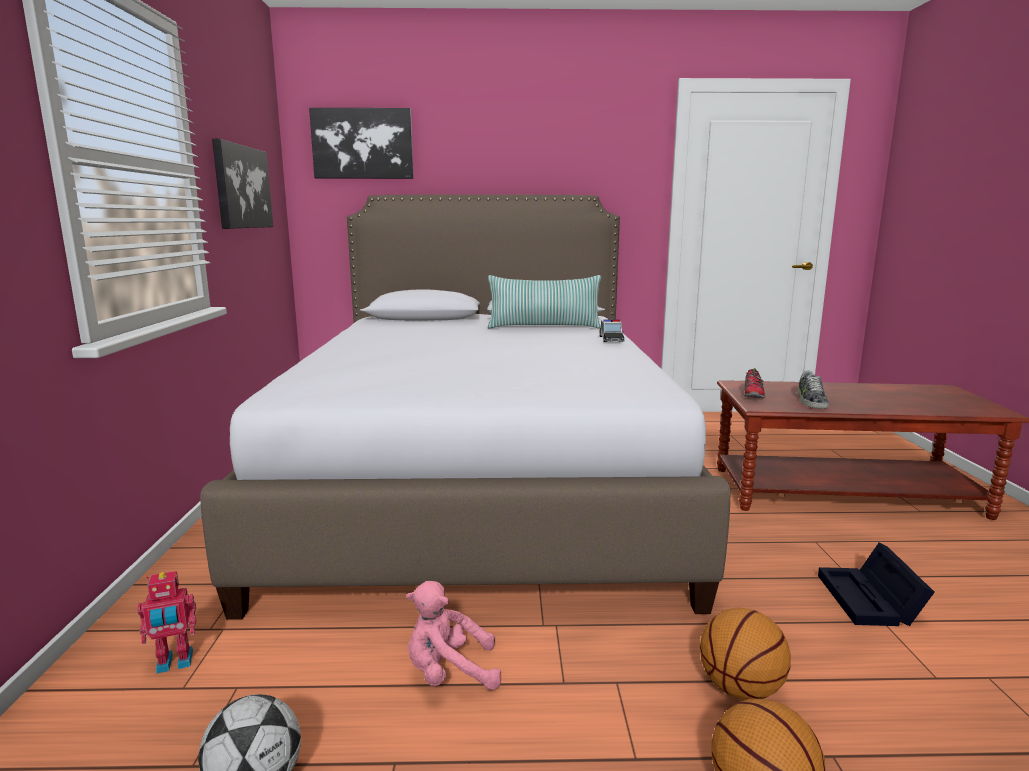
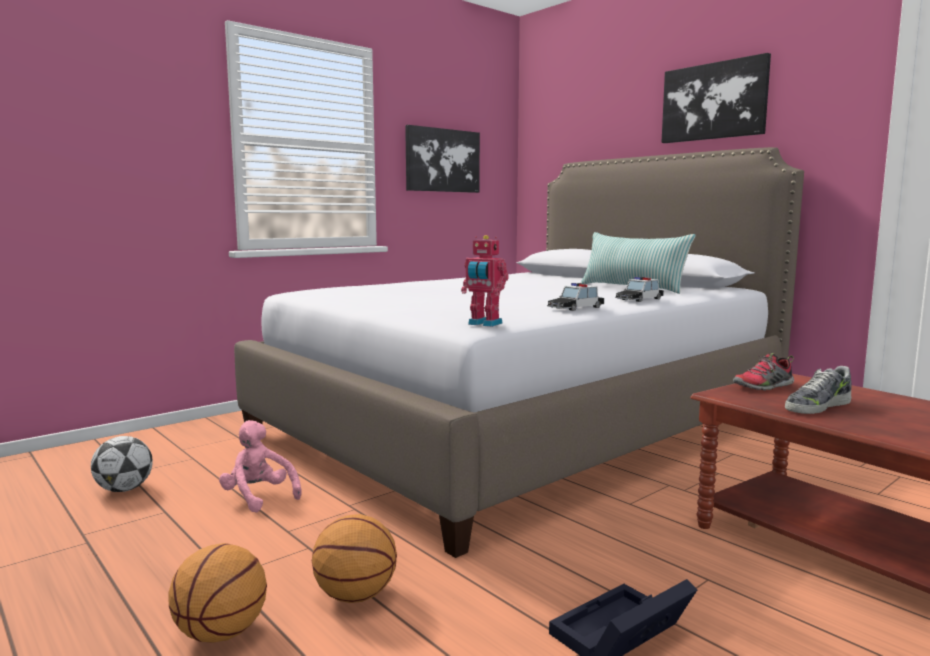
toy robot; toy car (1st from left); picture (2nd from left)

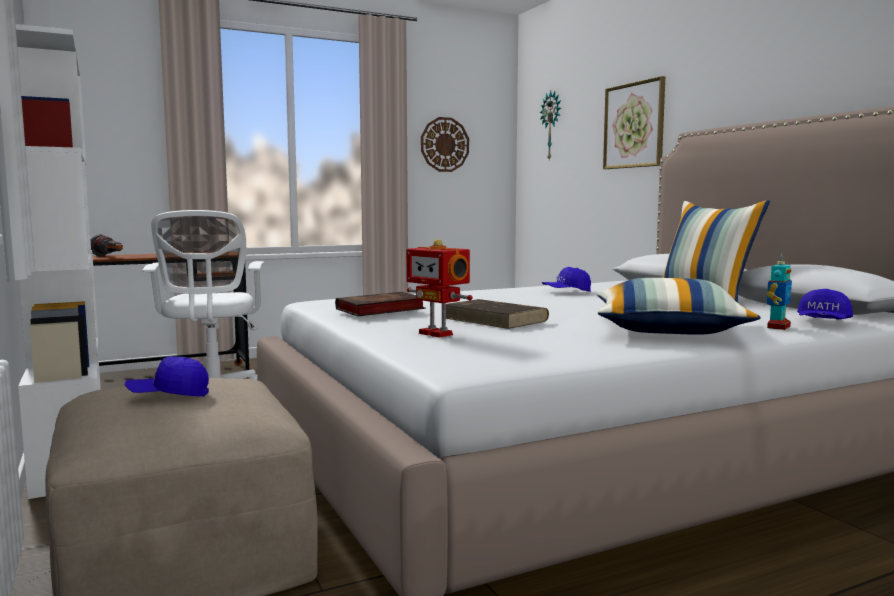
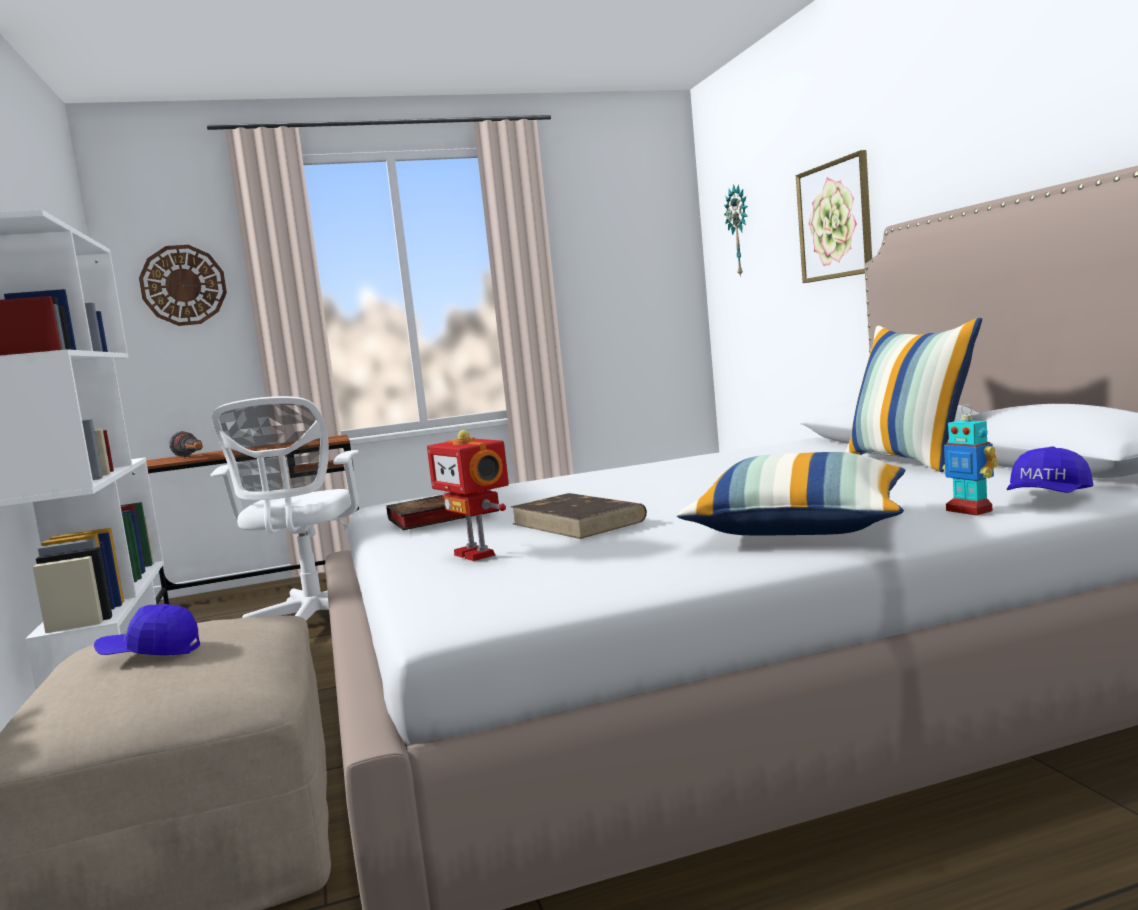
wall clock (1st from left); toy robot (2nd from left); cap (blue) (2nd from left in the first image)

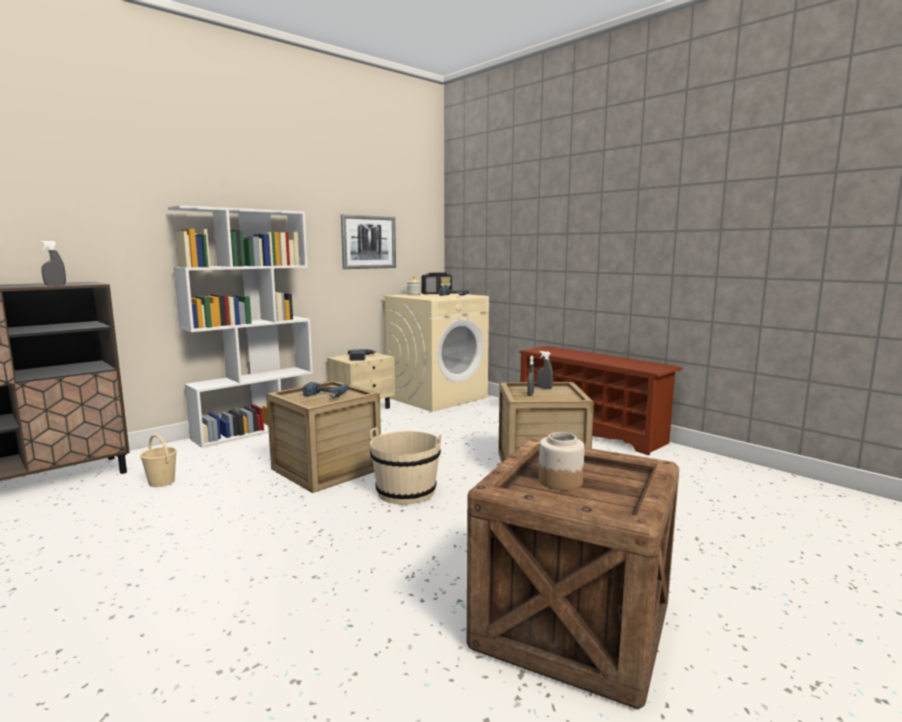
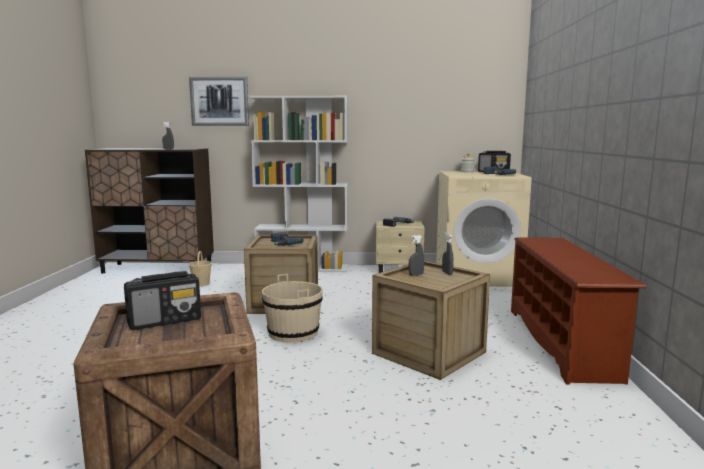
radio (1st from left); picture

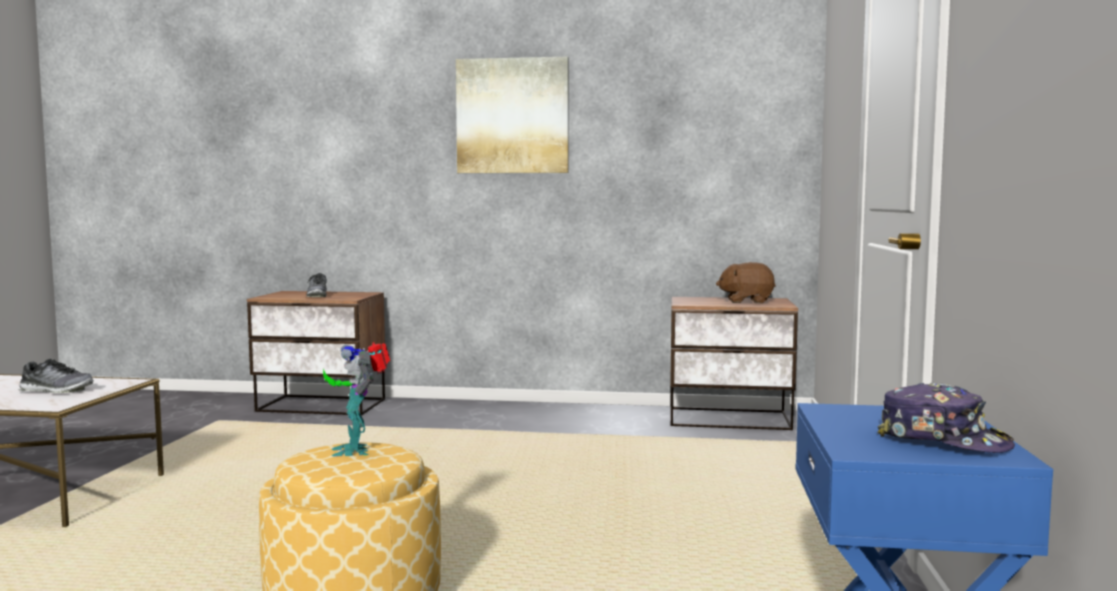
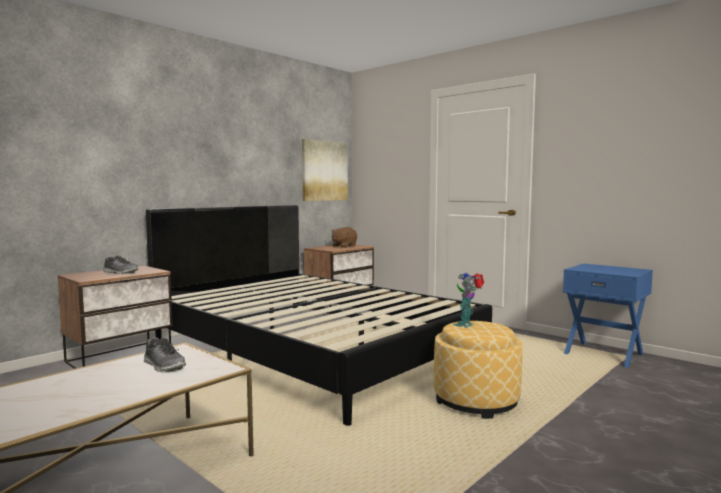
shoe (2nd from left); bed (black); picture; toy robot; cap

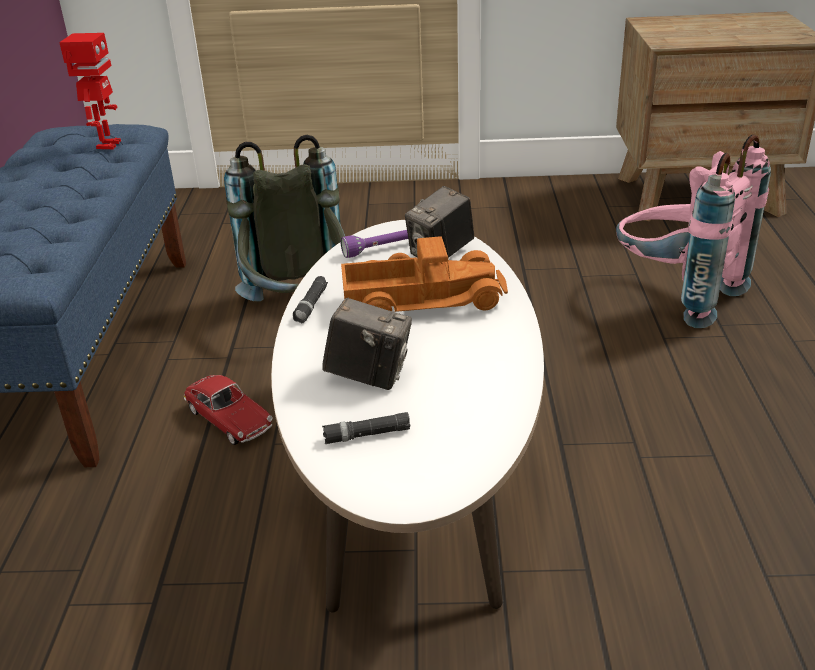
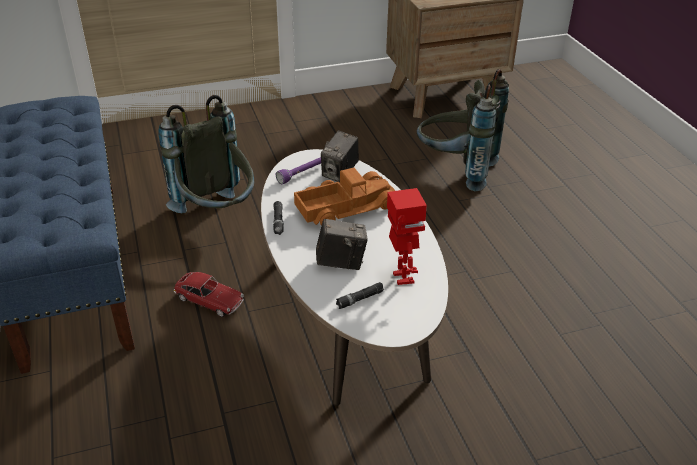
toy robot; backpack (grey) (2nd from left)

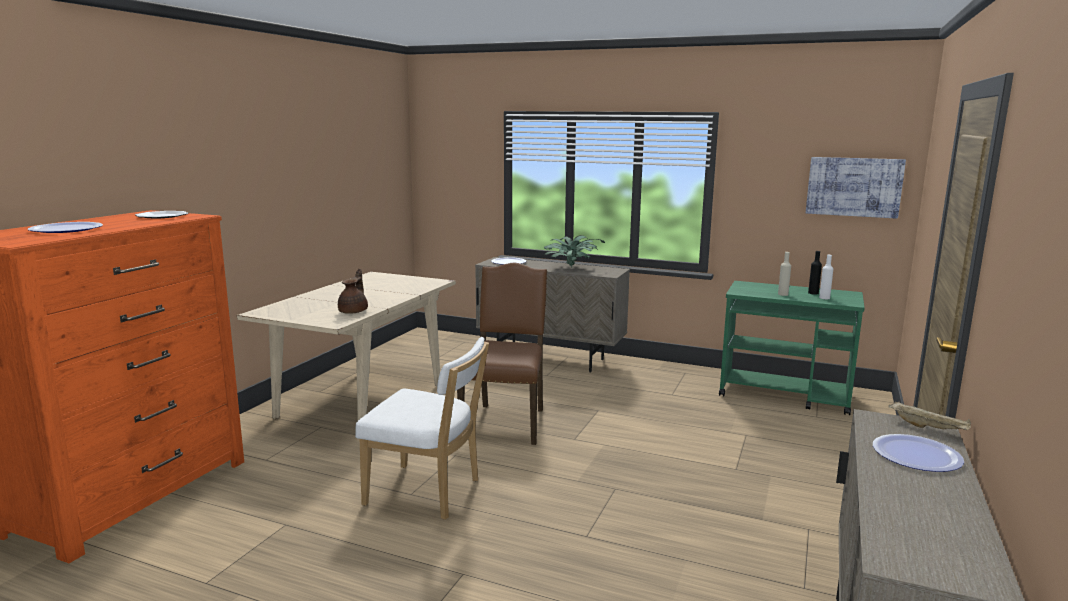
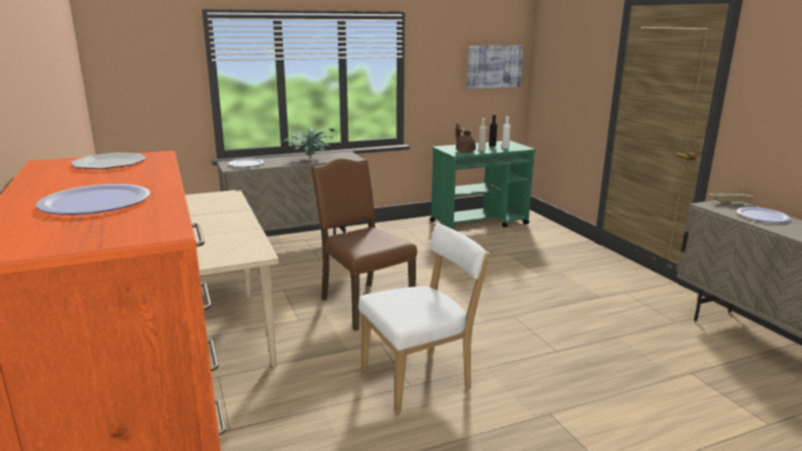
teapot (brown)

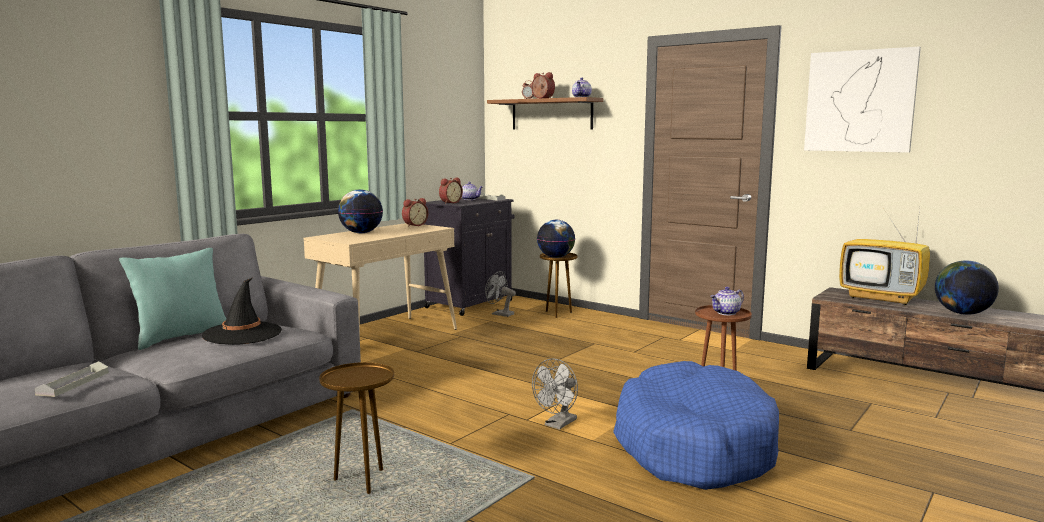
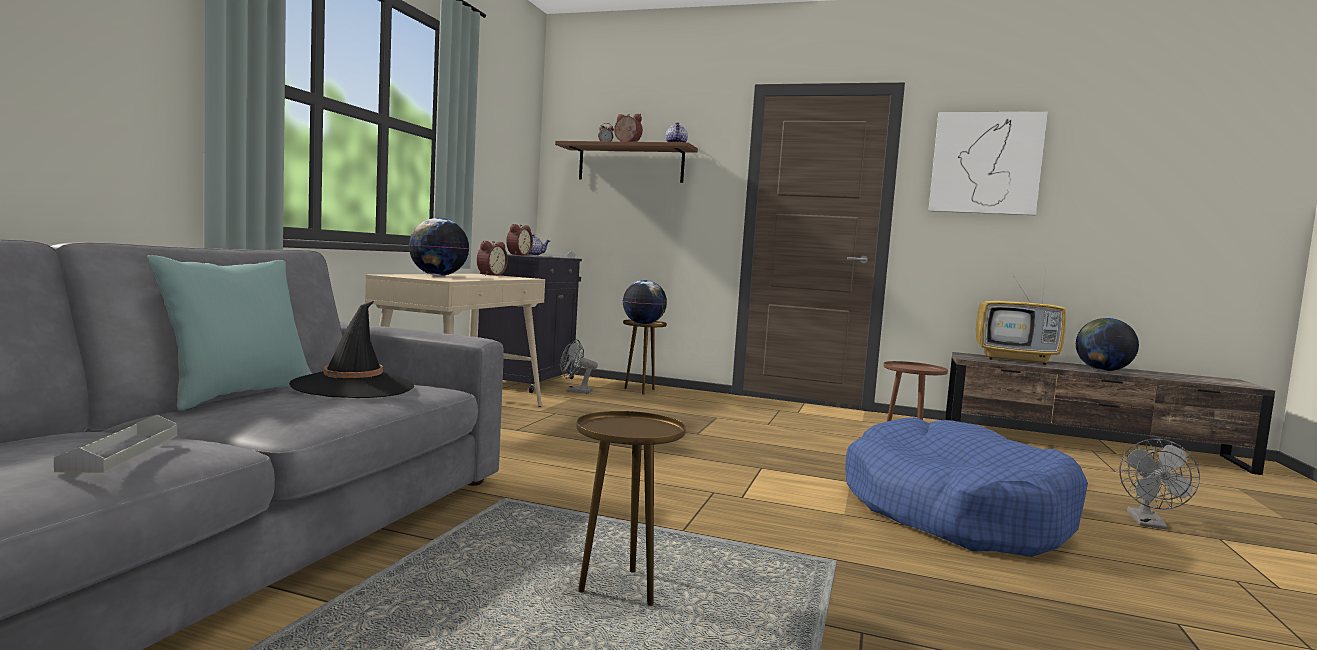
fan (grey) (2nd from left); teapot (3rd from left in the first image)

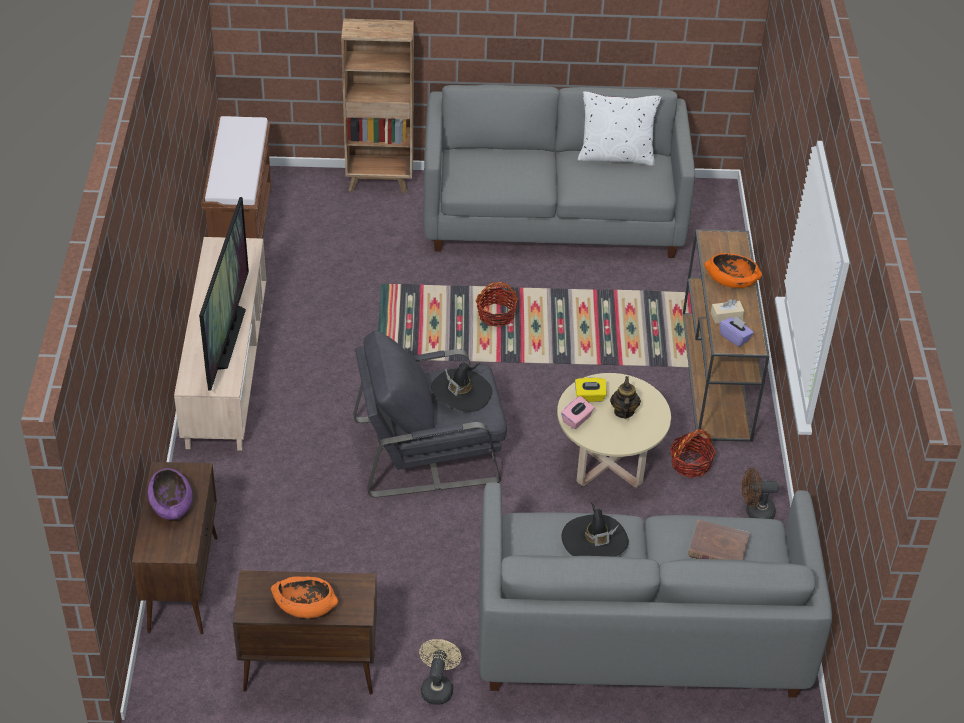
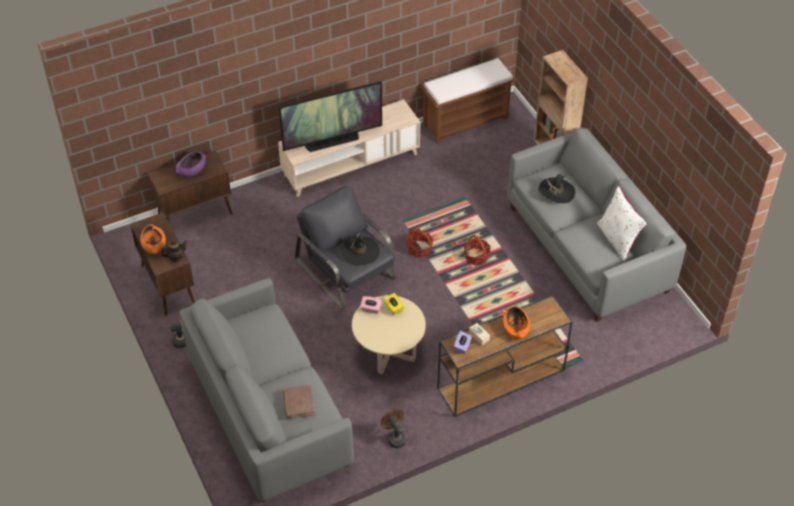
teapot; basket (1st from left); hat (black) (2nd from left)

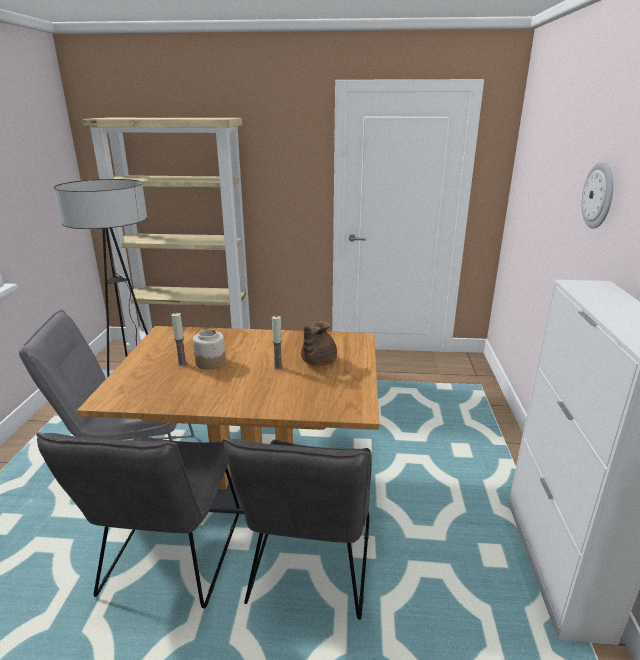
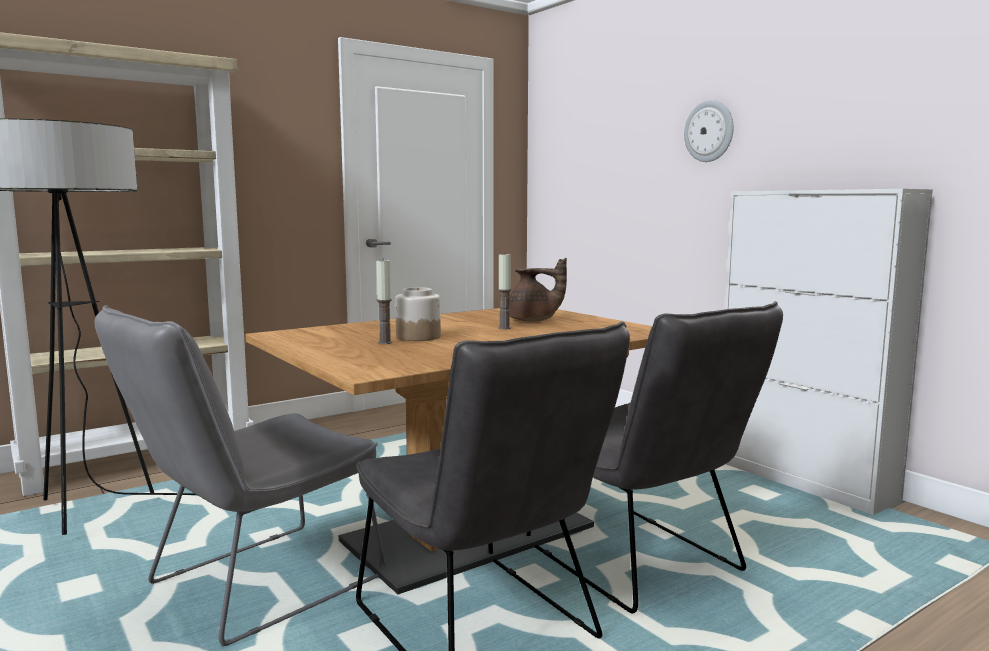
teapot (brown)

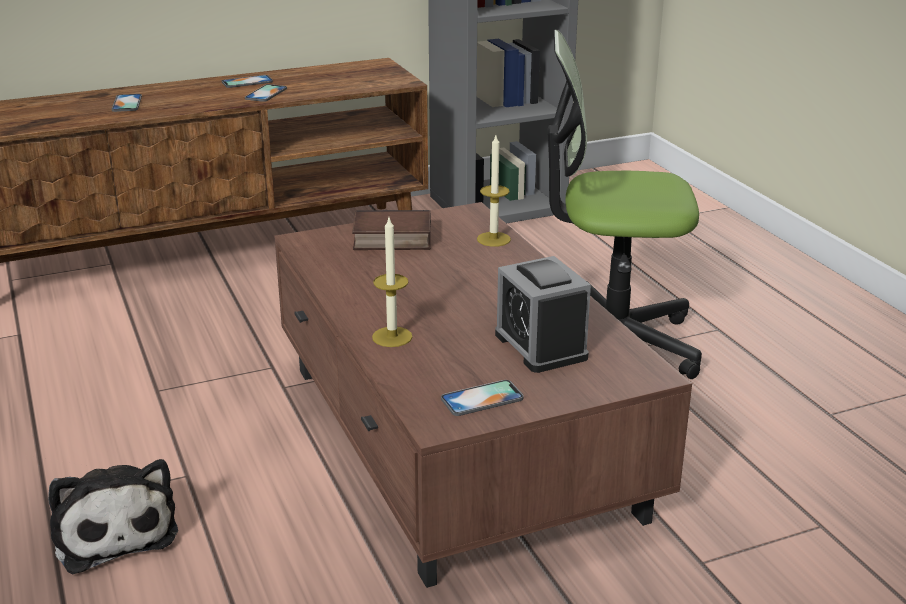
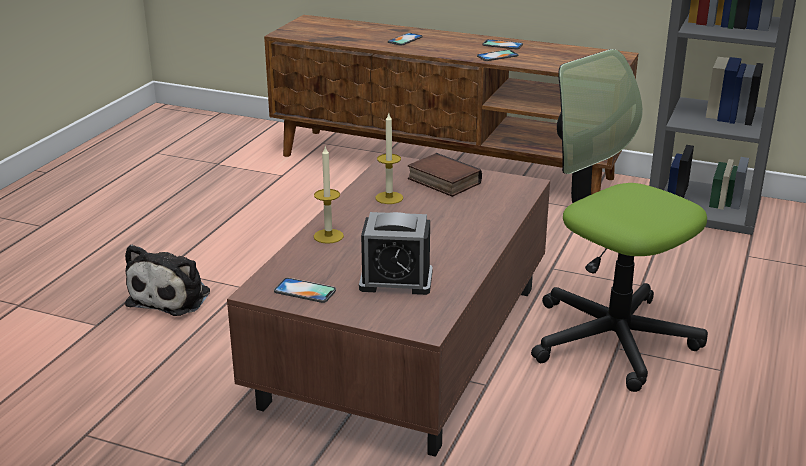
alarm clock; candle (2nd from left)

